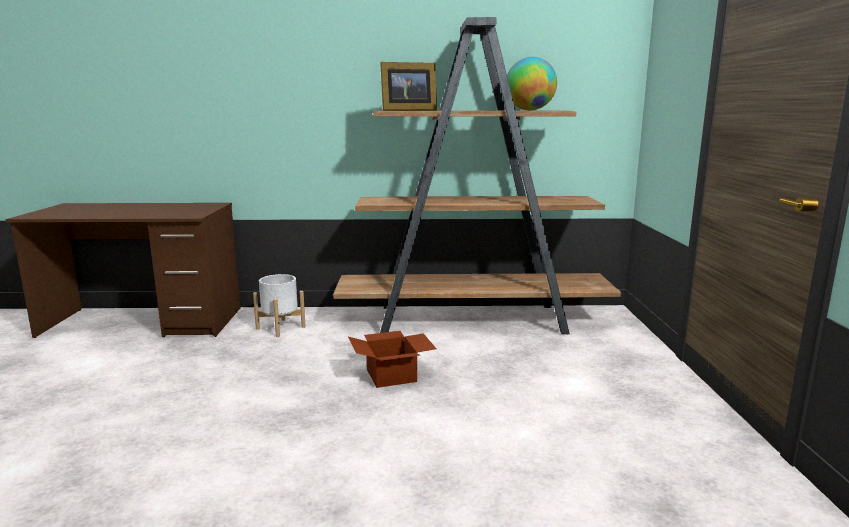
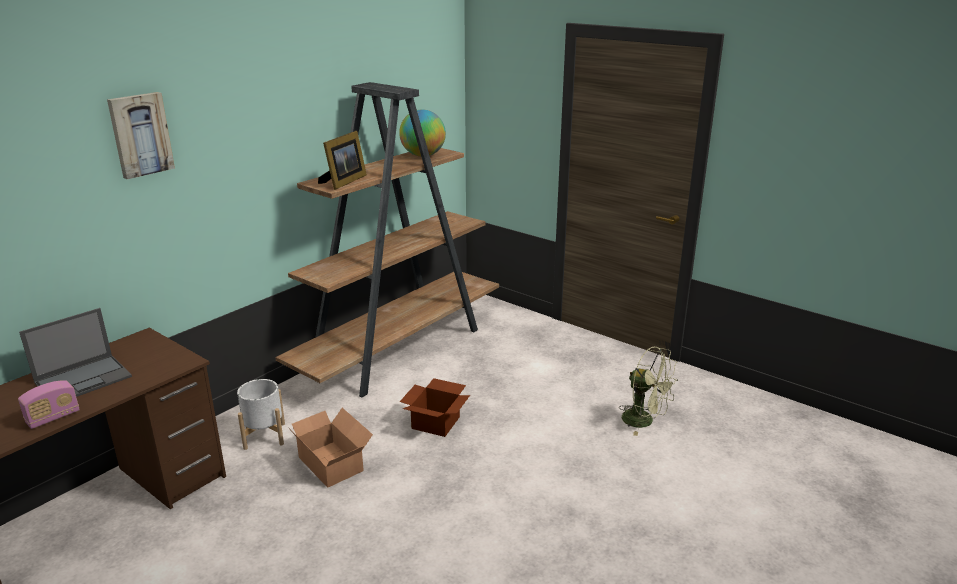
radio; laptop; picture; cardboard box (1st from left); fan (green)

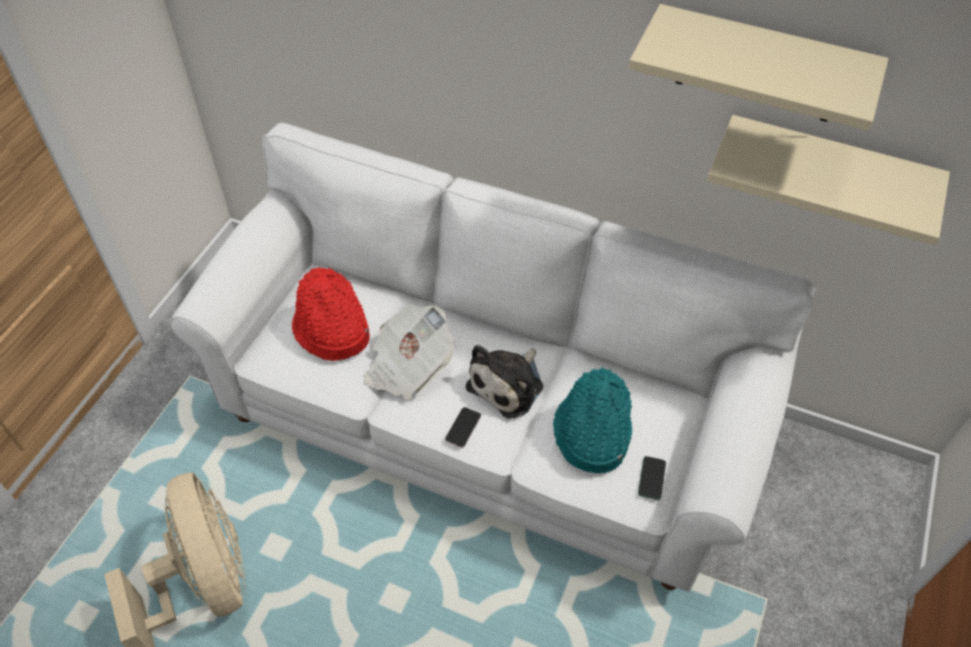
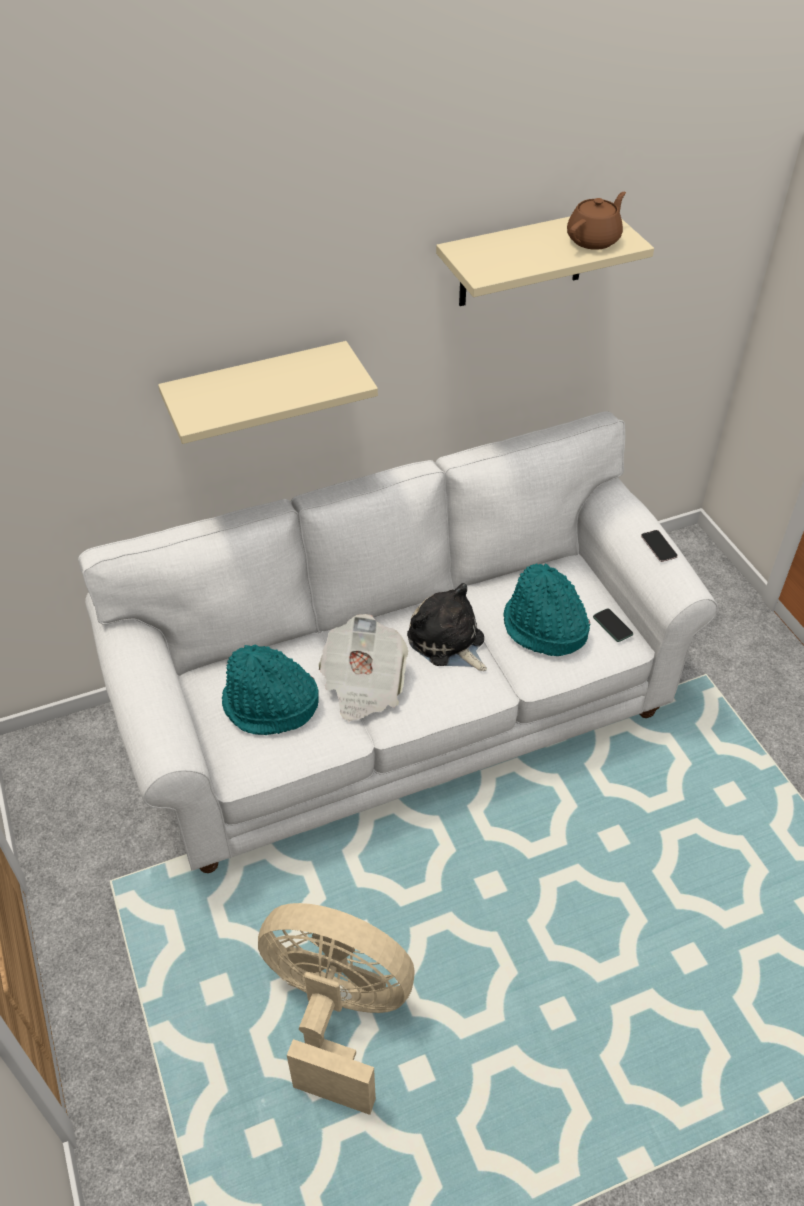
shelf (beige) (1st from left); hat (turquoise) (1st from left); plush toy; teapot (brown); phone (2nd from left)

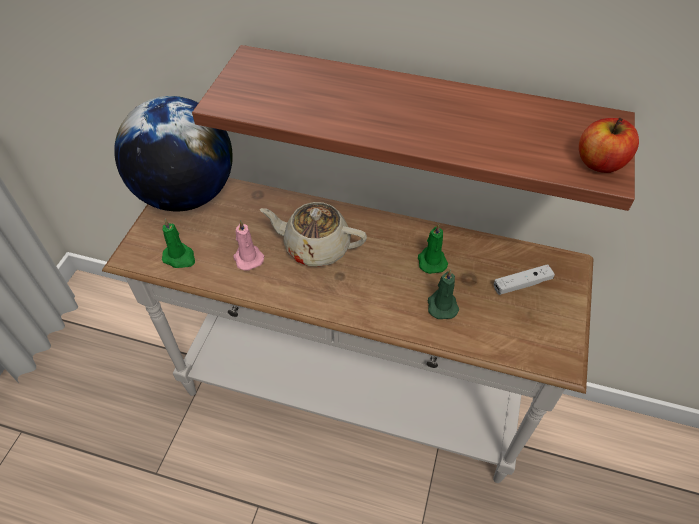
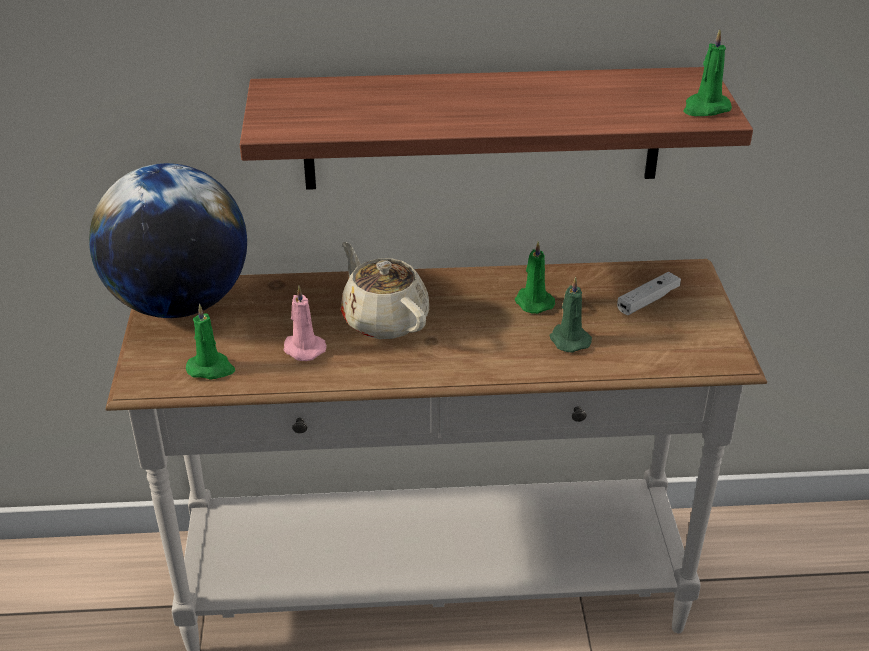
teapot (beige); candle (green) (4th from left)

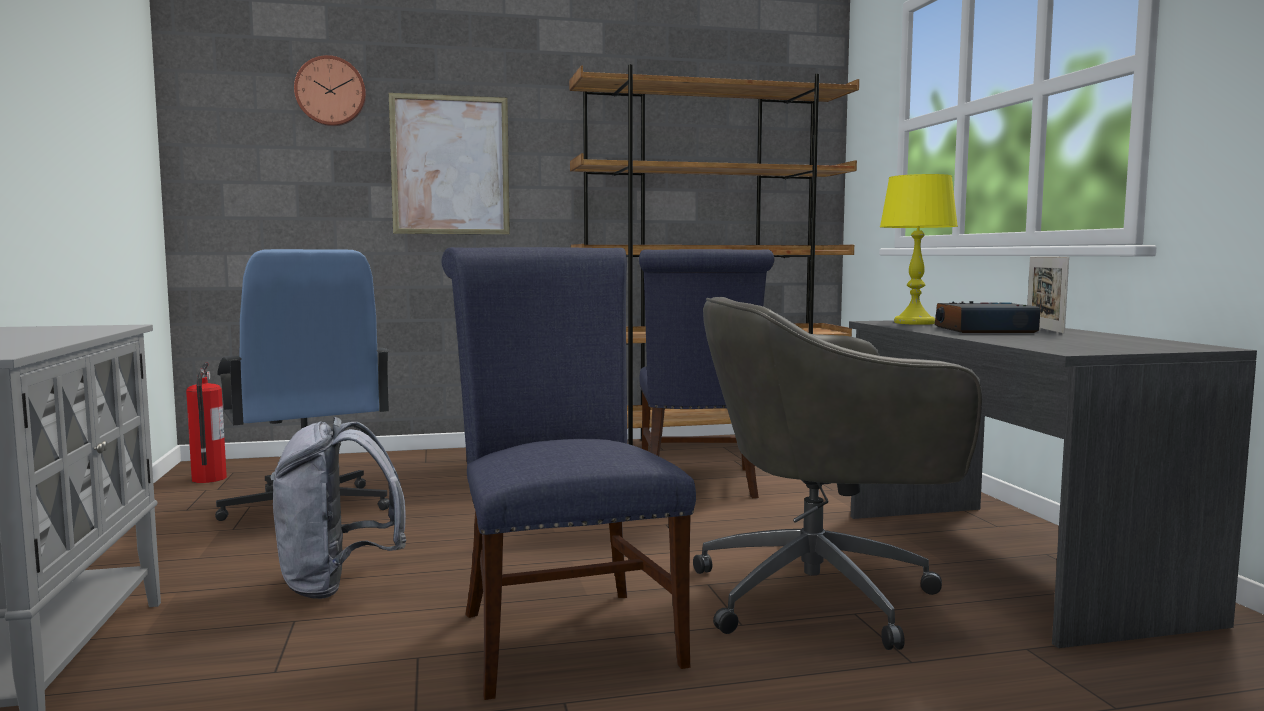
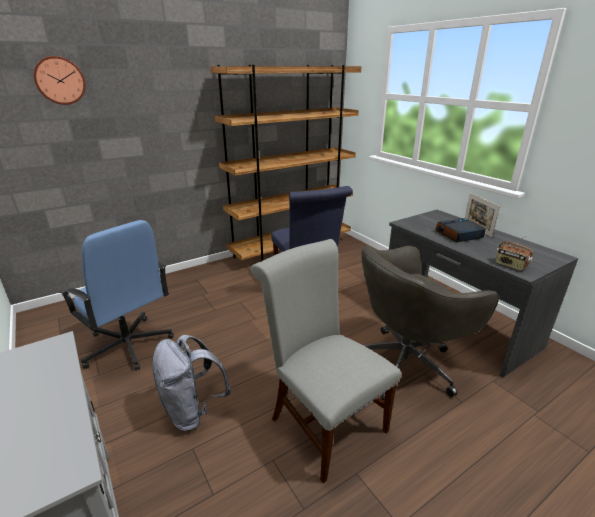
chair (grey); radio; fire extinguisher; picture; table lamp (yellow)

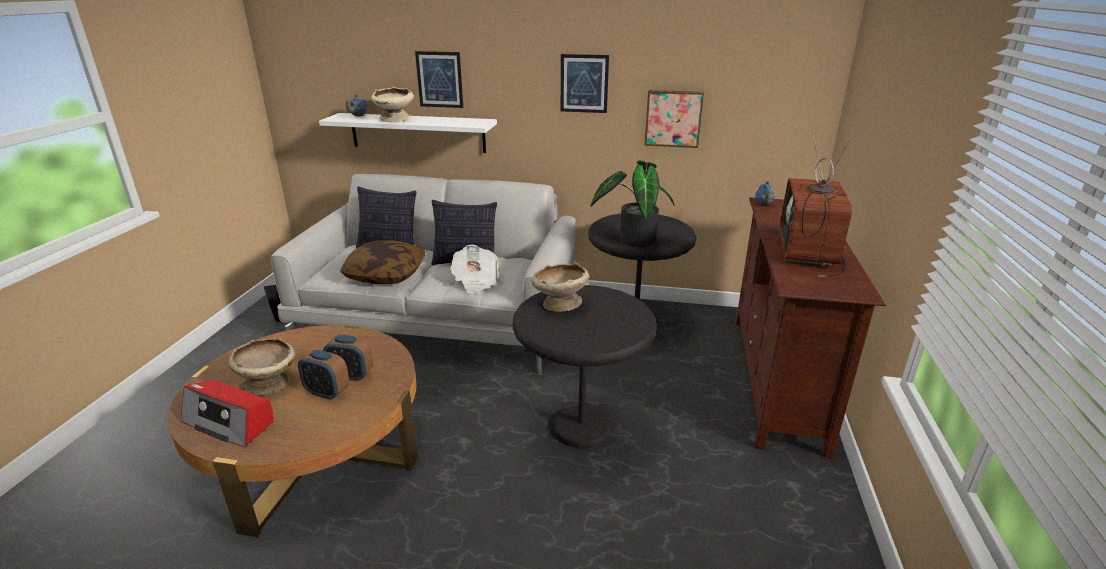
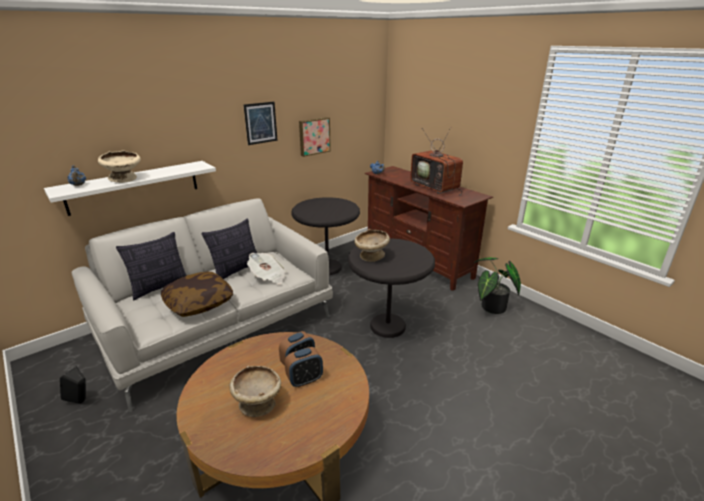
potted plant; radio; picture (1st from left in the first image)

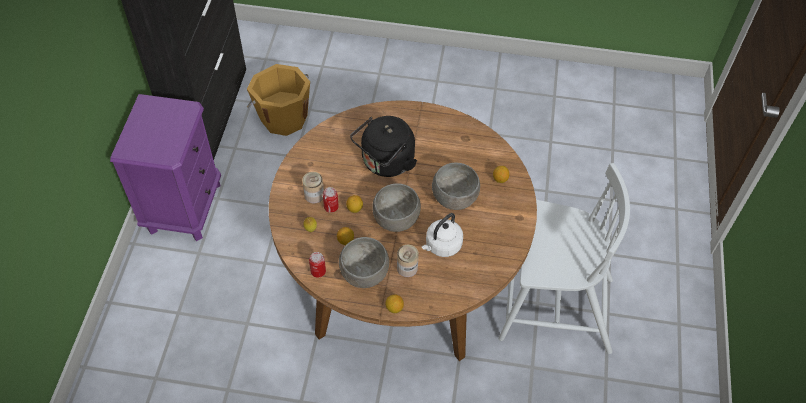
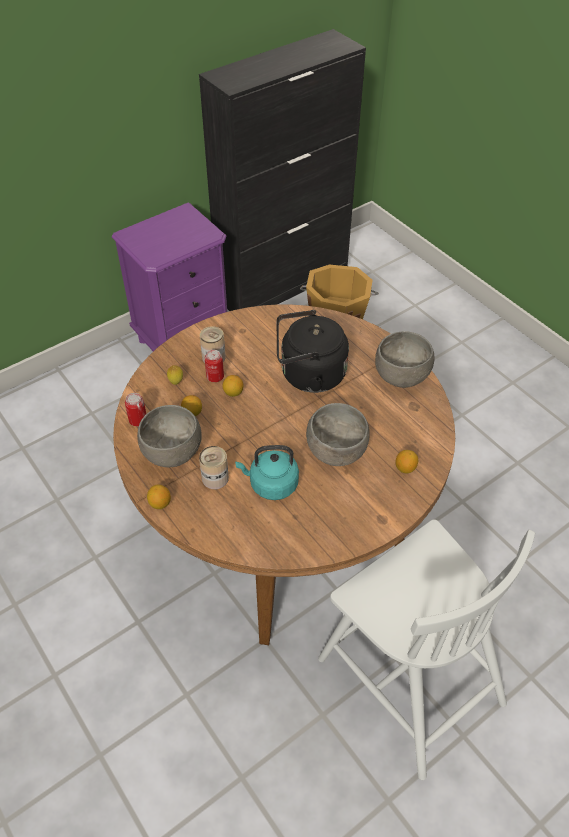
kettle (turquoise); bowl (grey) (3rd from left)

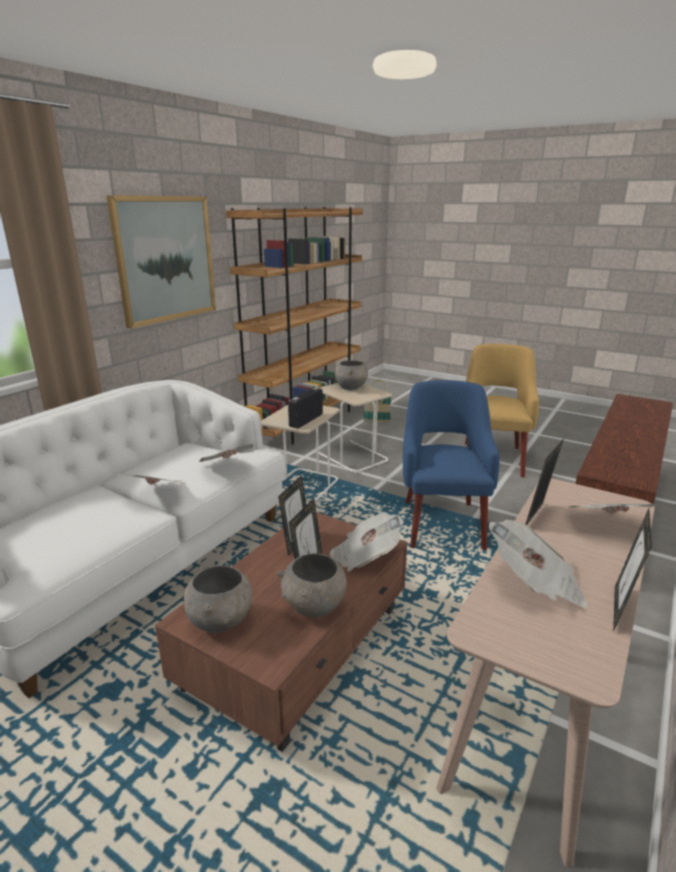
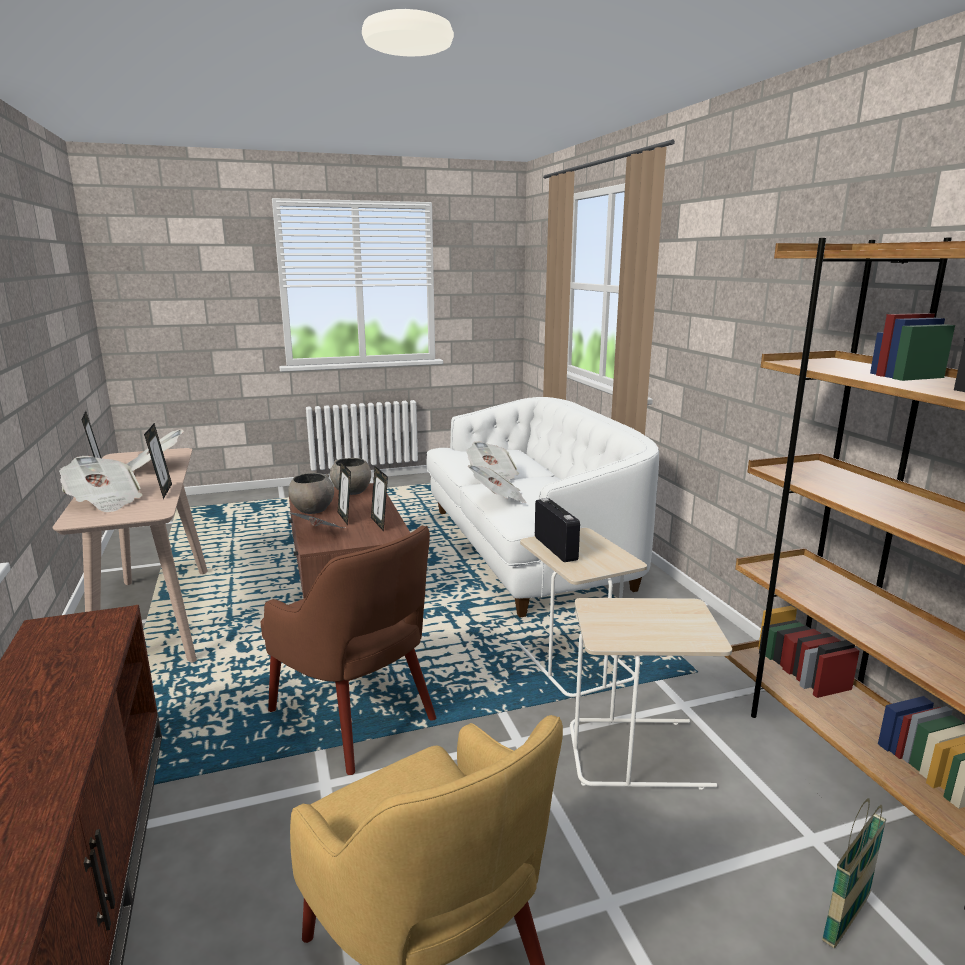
armchair (brown); picture; bowl (grey) (3rd from left in the first image)

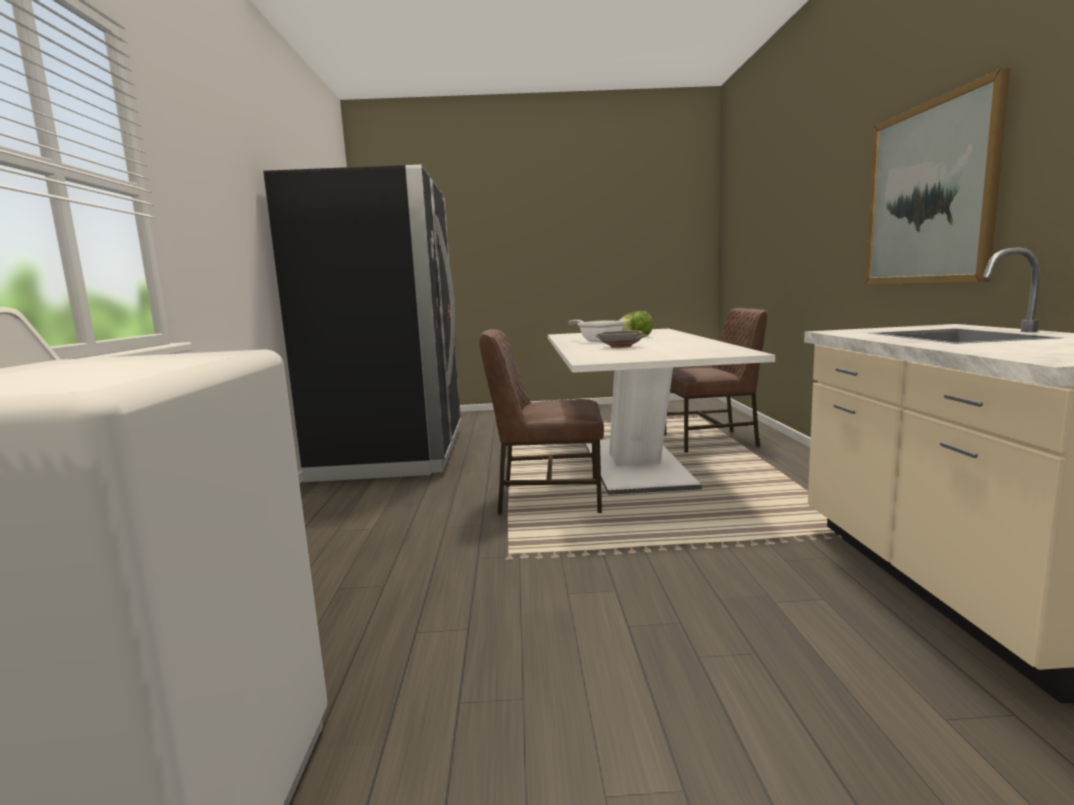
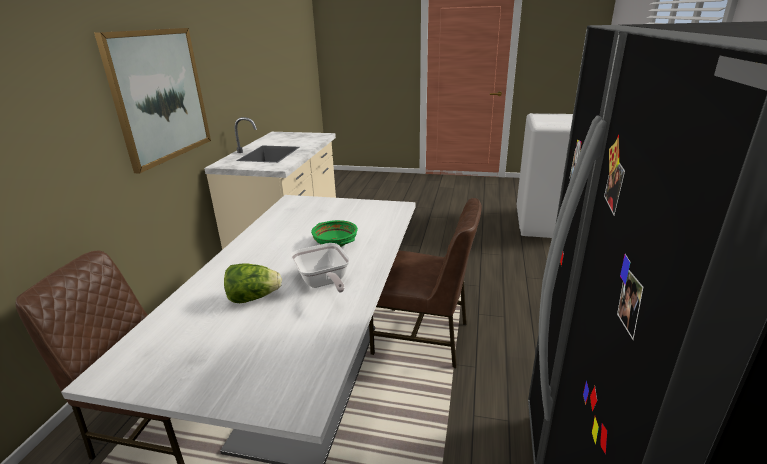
bowl (green)

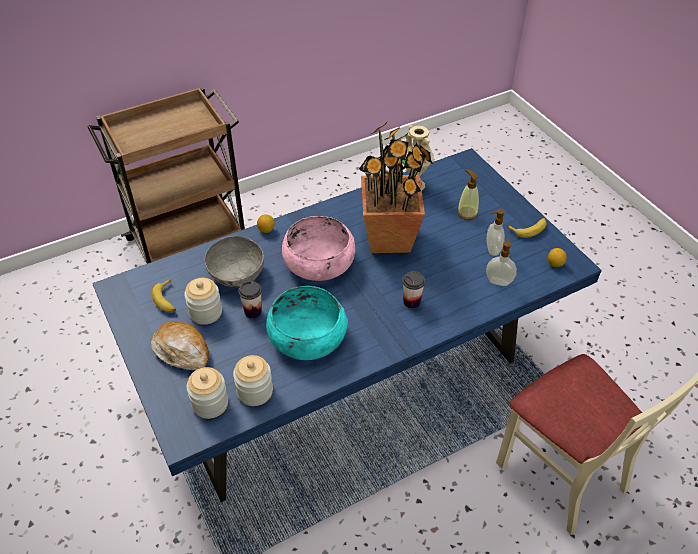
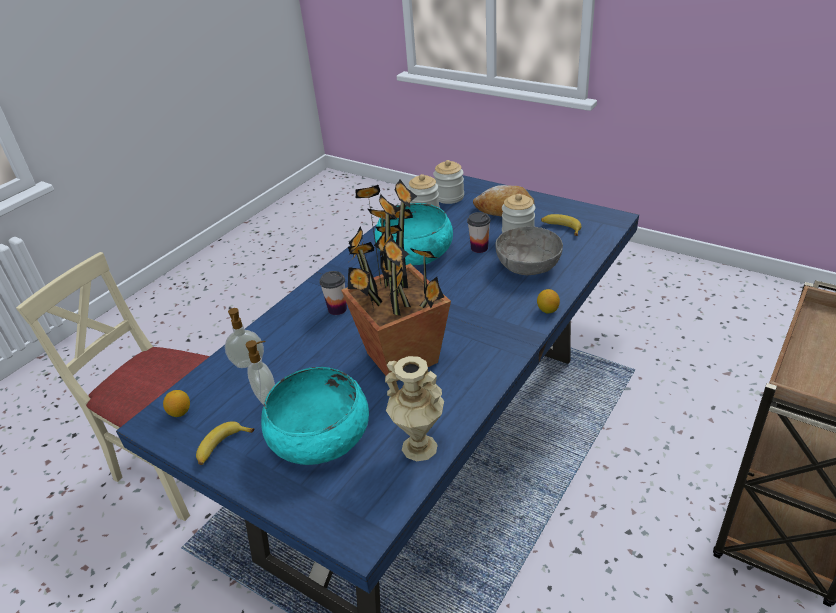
bowl (turquoise) (1st from left); bowl (pink)

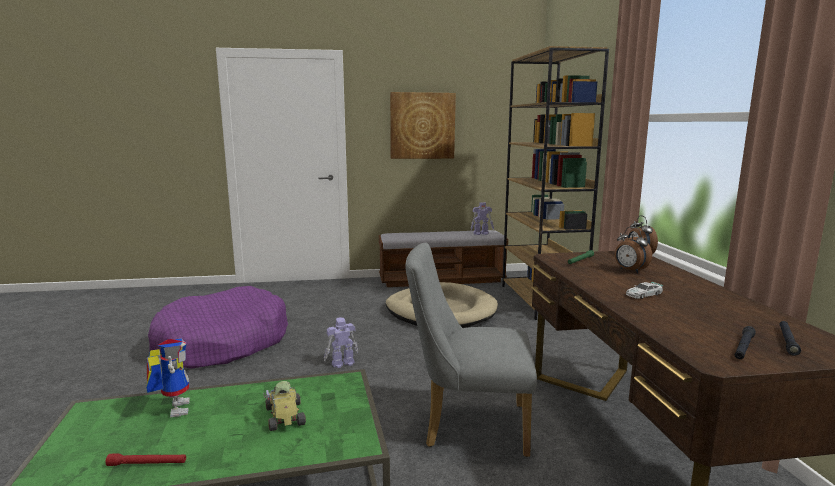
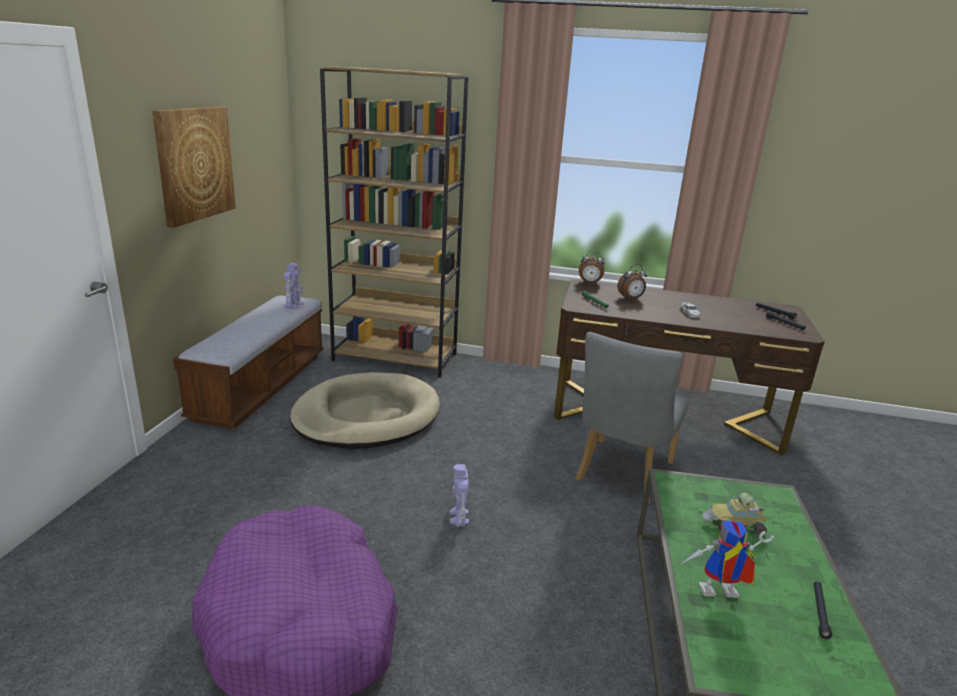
flashlight (black) (3rd from left)

